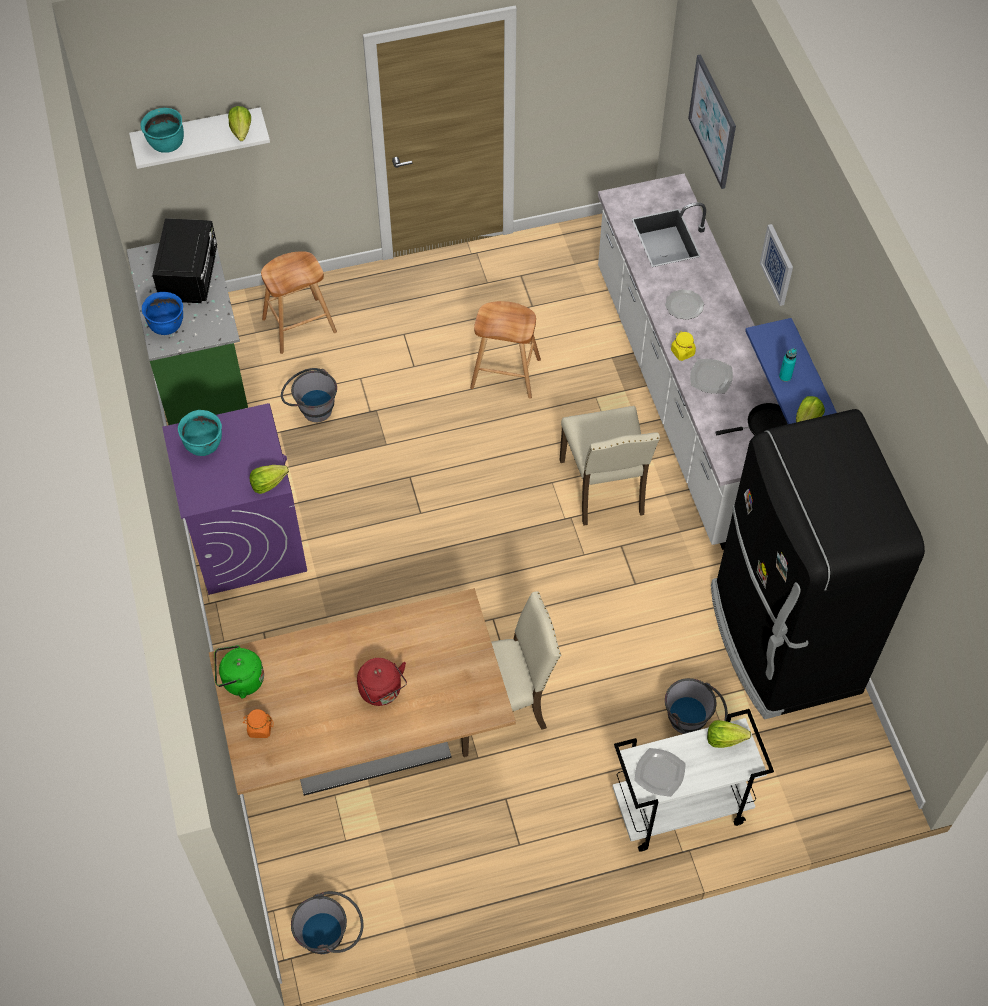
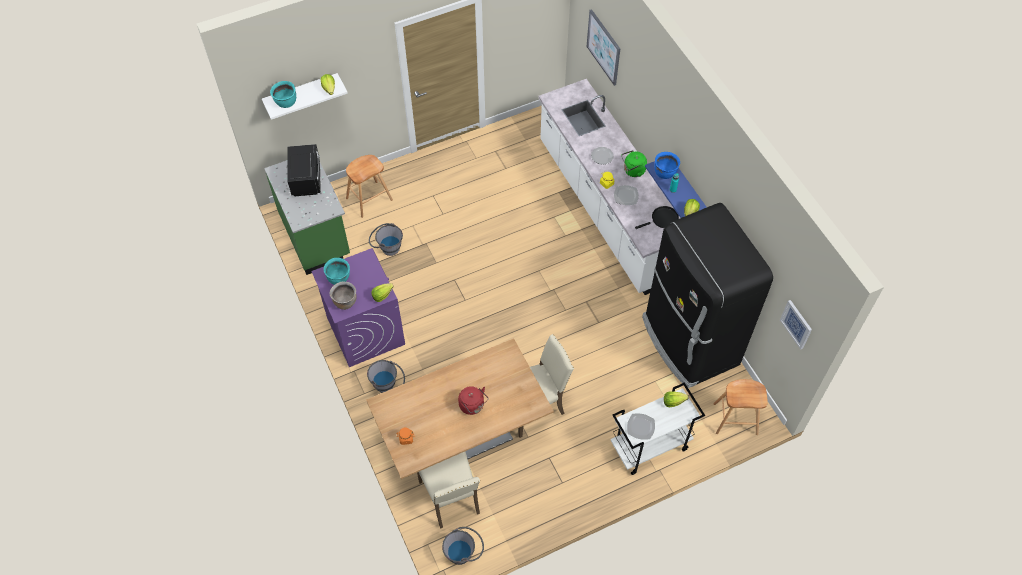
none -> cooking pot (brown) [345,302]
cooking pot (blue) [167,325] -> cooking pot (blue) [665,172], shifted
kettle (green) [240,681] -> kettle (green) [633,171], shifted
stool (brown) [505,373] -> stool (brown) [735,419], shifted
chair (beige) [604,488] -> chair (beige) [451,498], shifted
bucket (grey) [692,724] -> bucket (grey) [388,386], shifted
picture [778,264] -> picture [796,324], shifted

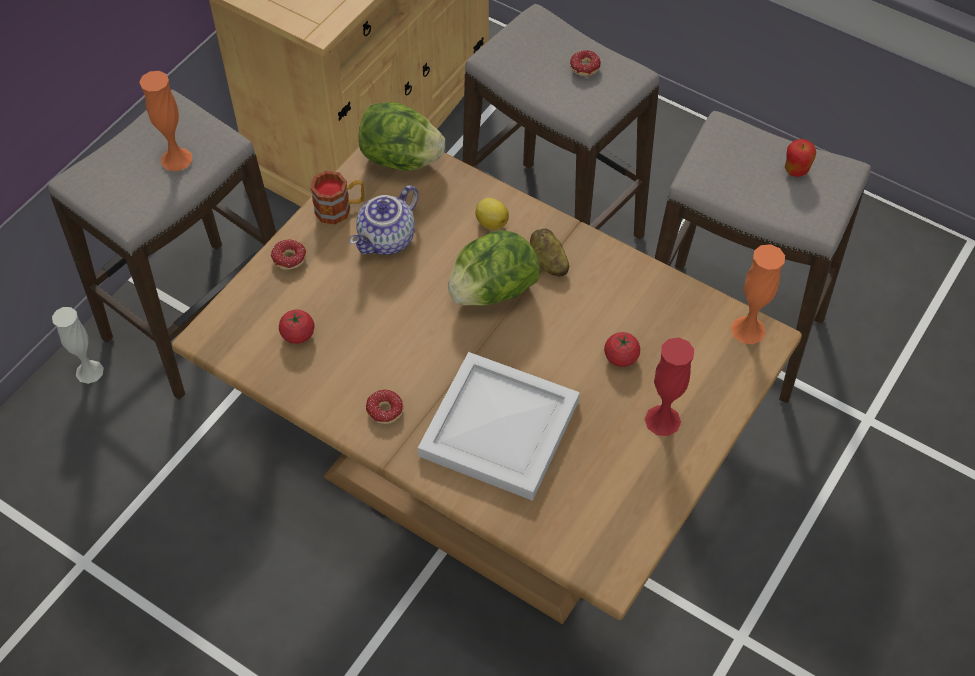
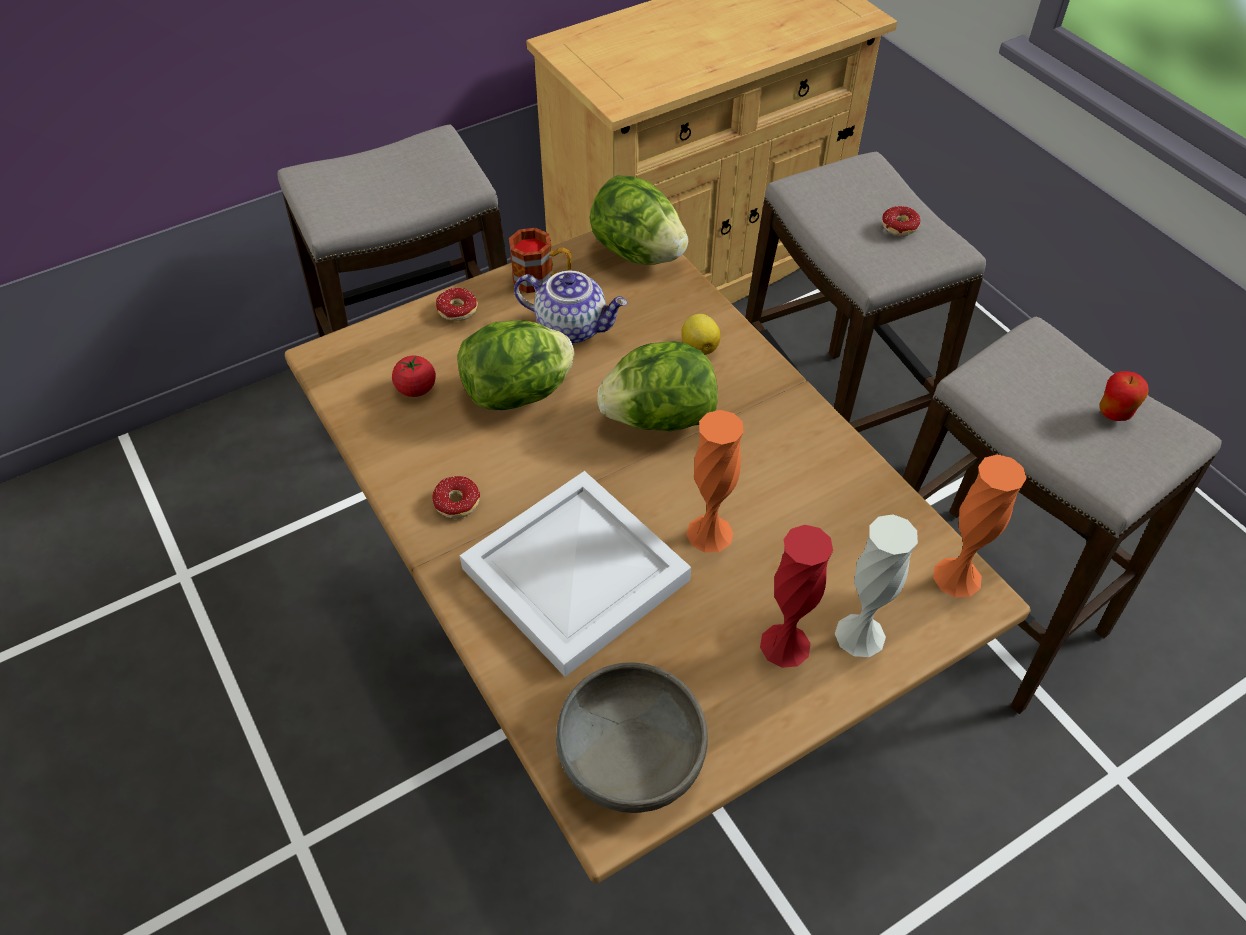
potato [548,262] -> none
tomato [621,357] -> none
none -> lettuce [519,393]
none -> bowl (grey) [631,756]
vase (white) [89,371] -> vase (white) [860,635], shifted
vase (orange) [176,159] -> vase (orange) [709,533], shifted
teapot [387,240] -> teapot [572,327], 135 degrees counterclockwise

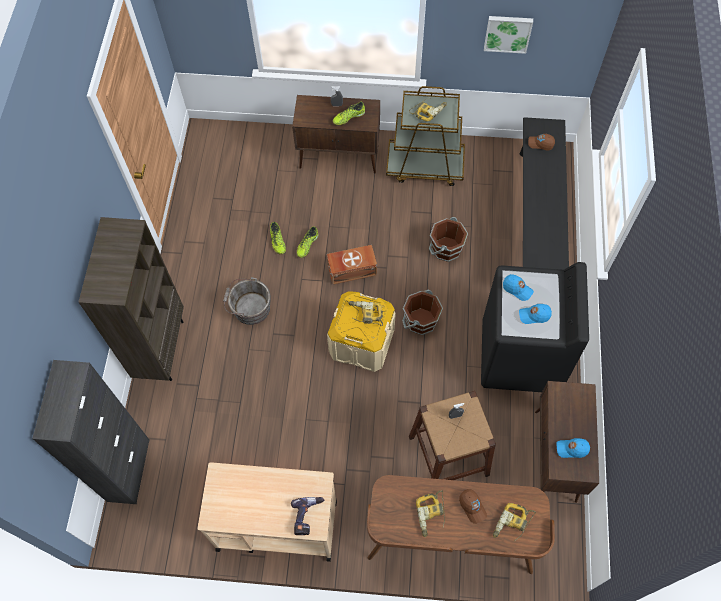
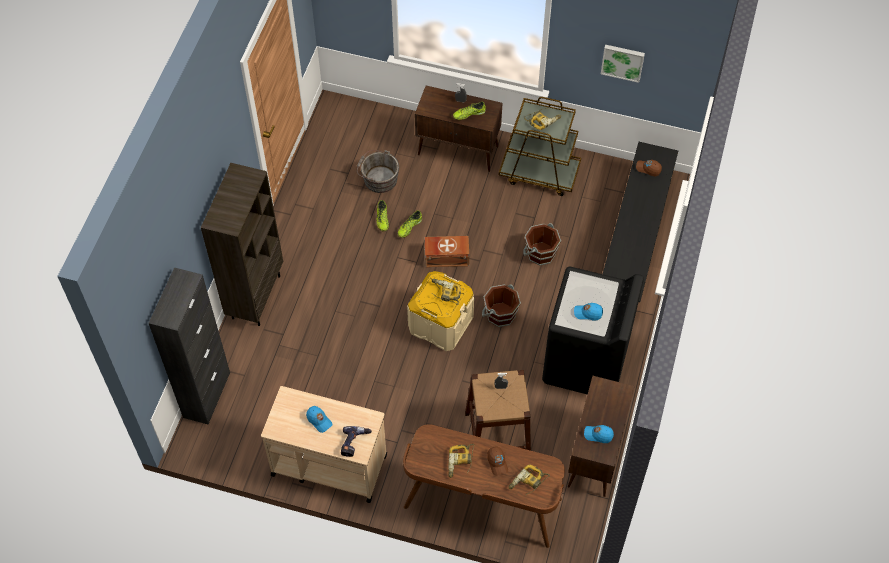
bucket (grey) [249,308] -> bucket (grey) [378,179], shifted
cap (blue) [517,289] -> cap (blue) [319,420], shifted

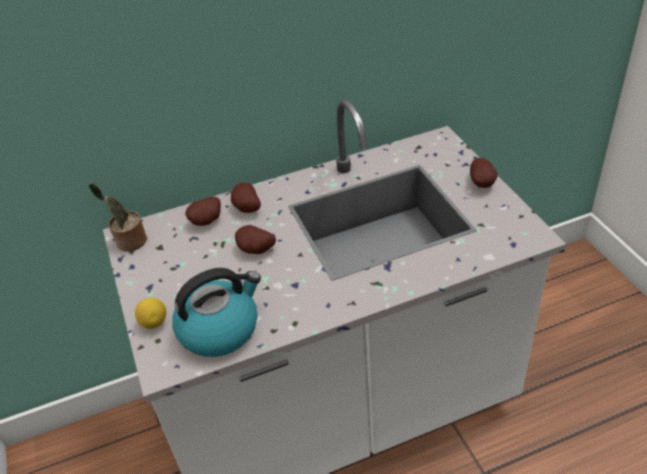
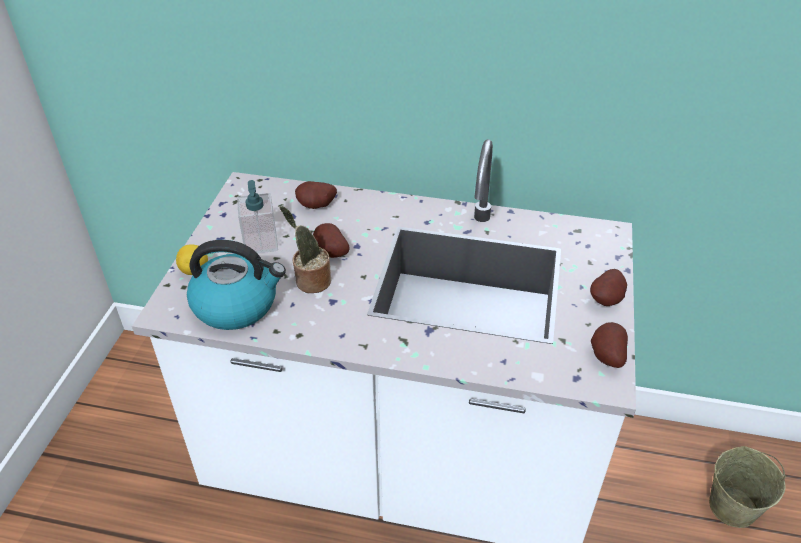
none -> soap dispenser [261,243]
none -> bucket (beige) [732,506]
potted plant [129,242] -> potted plant [310,281], shifted
potato [246,208] -> potato [605,356], shifted

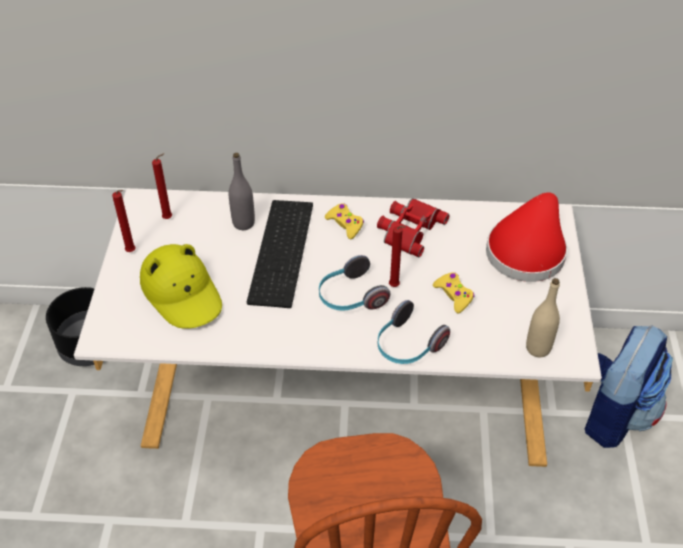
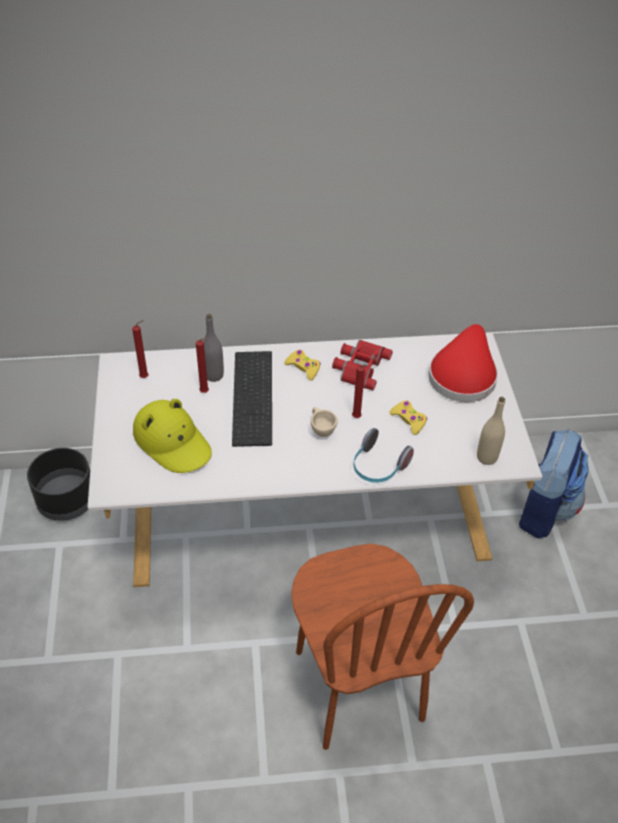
candle (red) [132,252] -> candle (red) [205,392], shifted
headphones [350,297] -> cup (beige) [321,430]

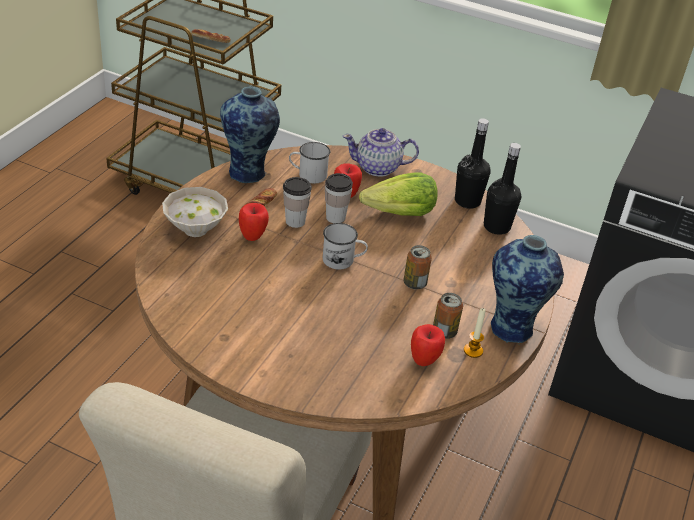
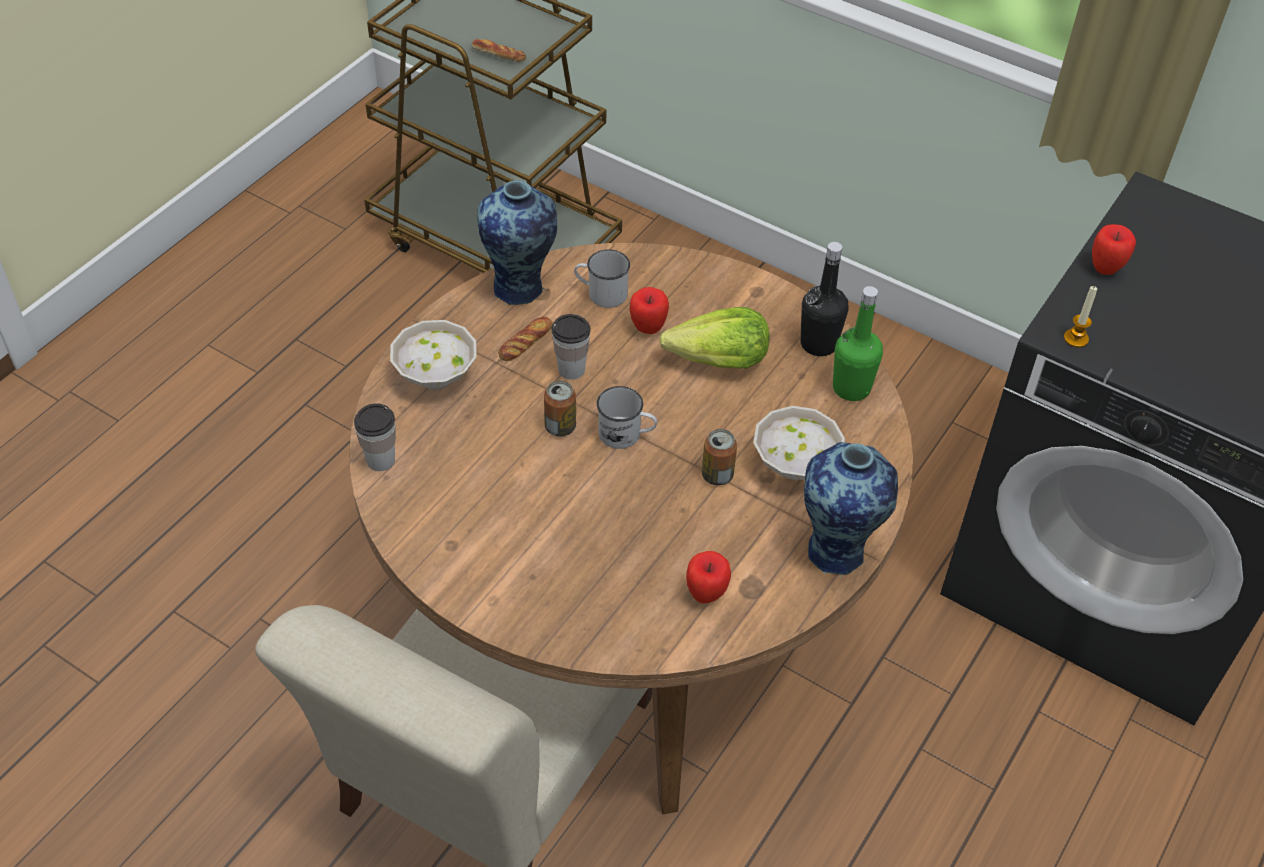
teapot [378,168] -> none
none -> bowl (white) [793,468]
apple [253,237] -> apple [1105,269], shifted
cup [335,217] -> cup [381,460], shifted
can [444,332] -> can [560,427], shifted
candle [473,350] -> candle [1076,338], shifted
bottle (black) [496,227] -> bottle (green) [851,388]

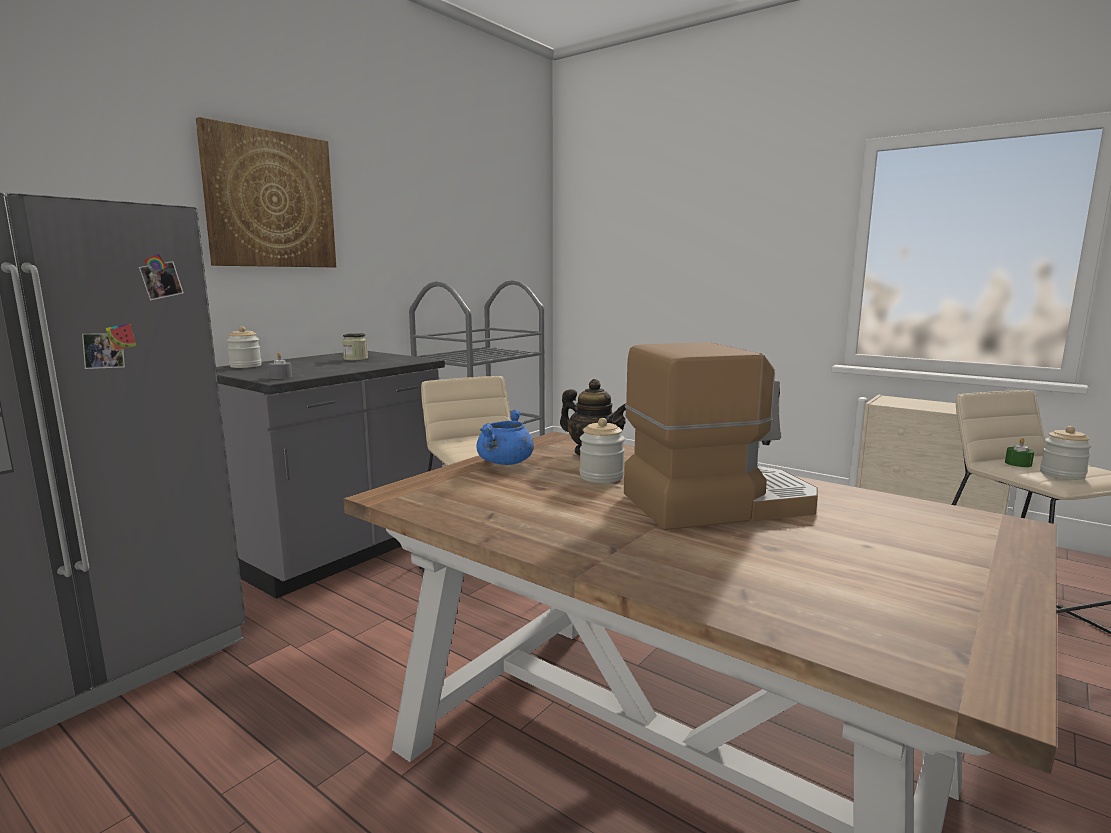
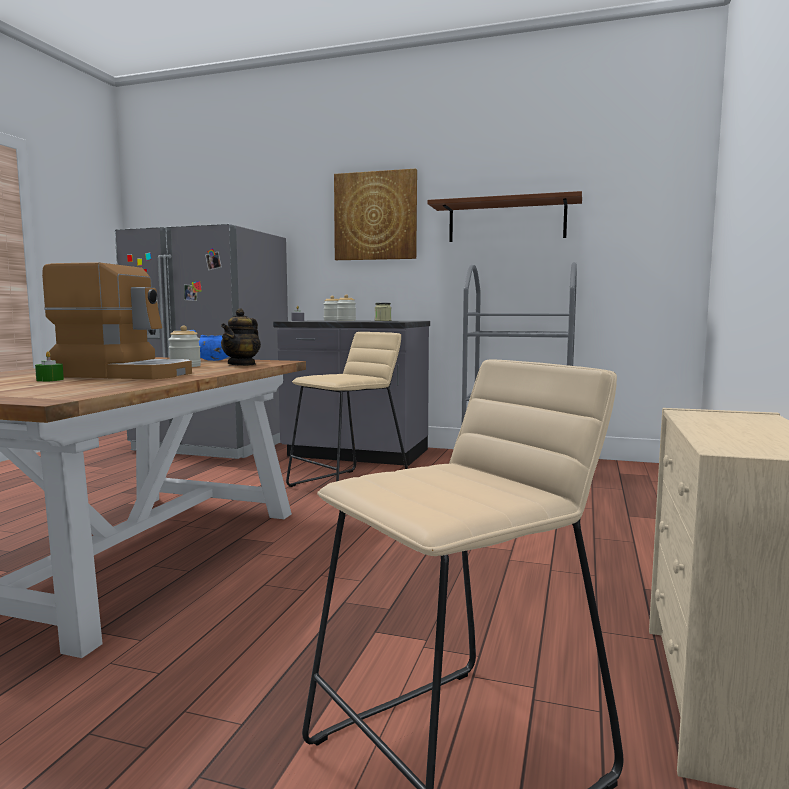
none -> shelf (brown) [506,221]
candle (green) [1018,463] -> candle (green) [50,380], shifted
jar [1062,474] -> jar [346,320], shifted
coffee machine [717,503] -> coffee machine [125,374], 45 degrees counterclockwise

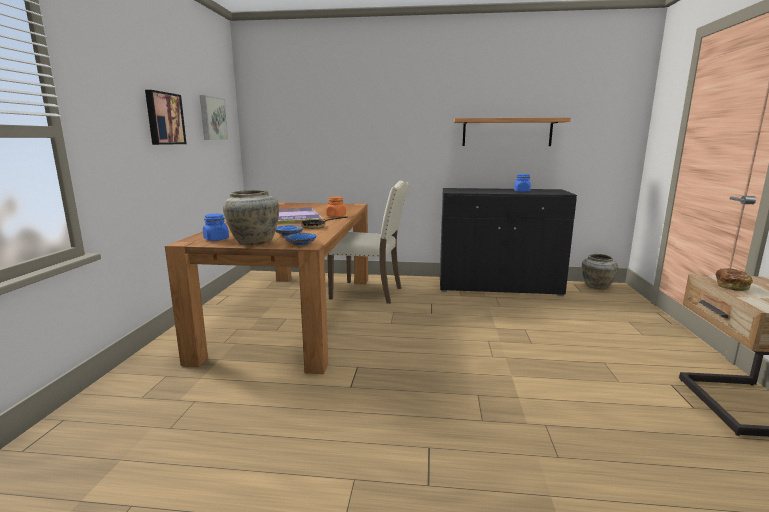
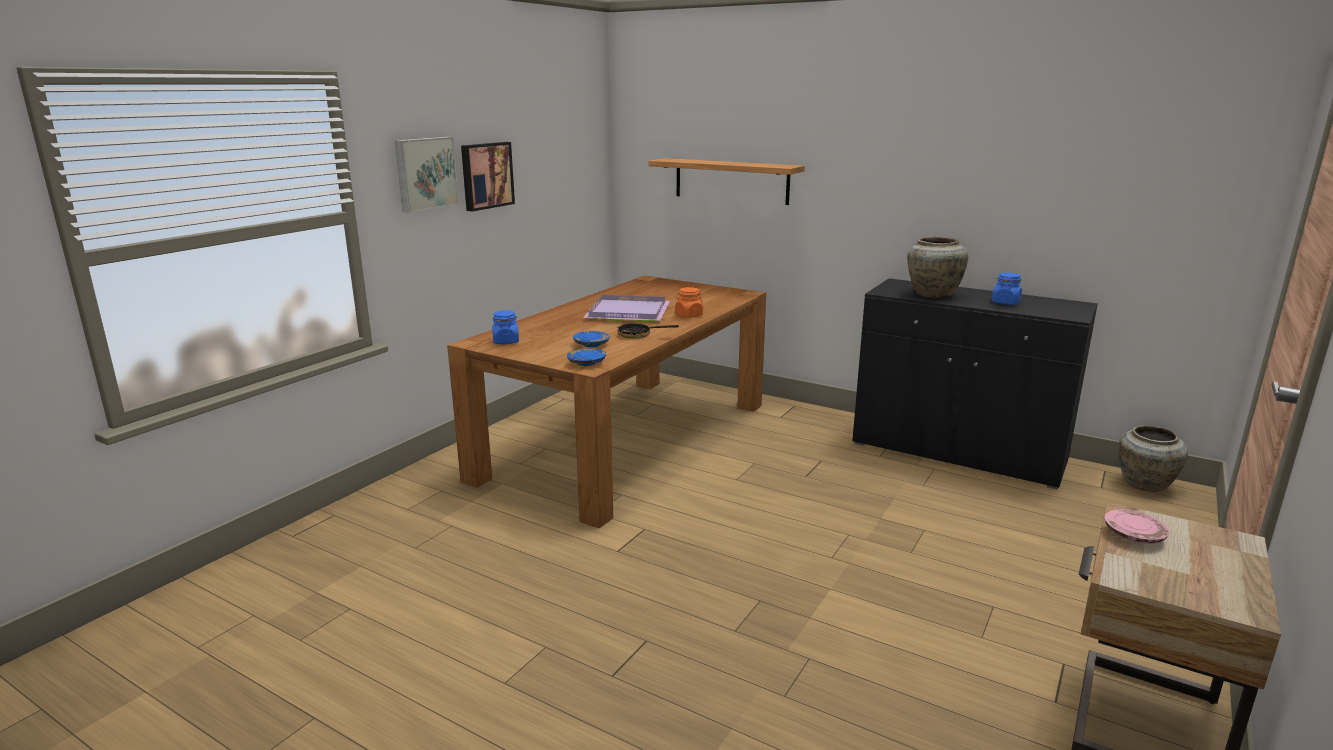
chair (beige) [369,293] -> none
picture [212,118] -> picture [425,173], shifted
vase (beige) [253,242] -> vase (beige) [932,294], shifted
shelf [507,132] -> shelf [731,181], shifted
bread [731,286] -> plate (pink) [1134,535]

